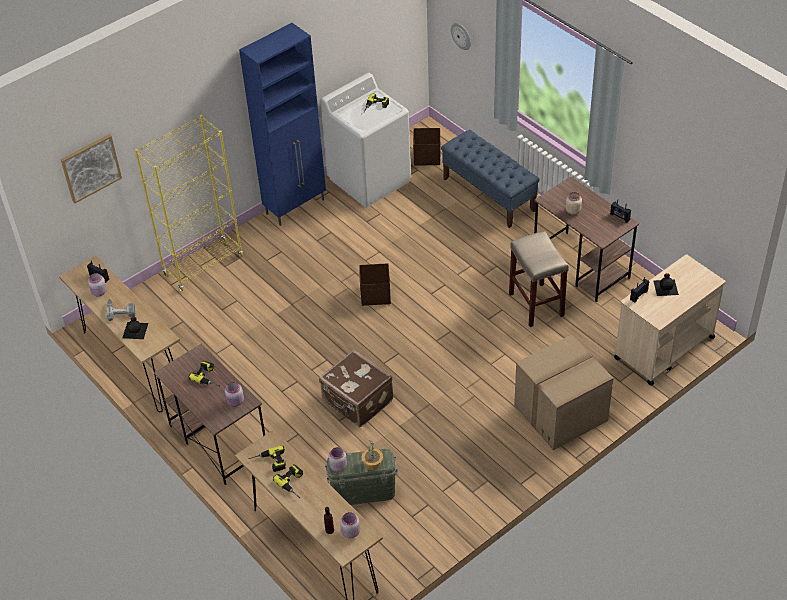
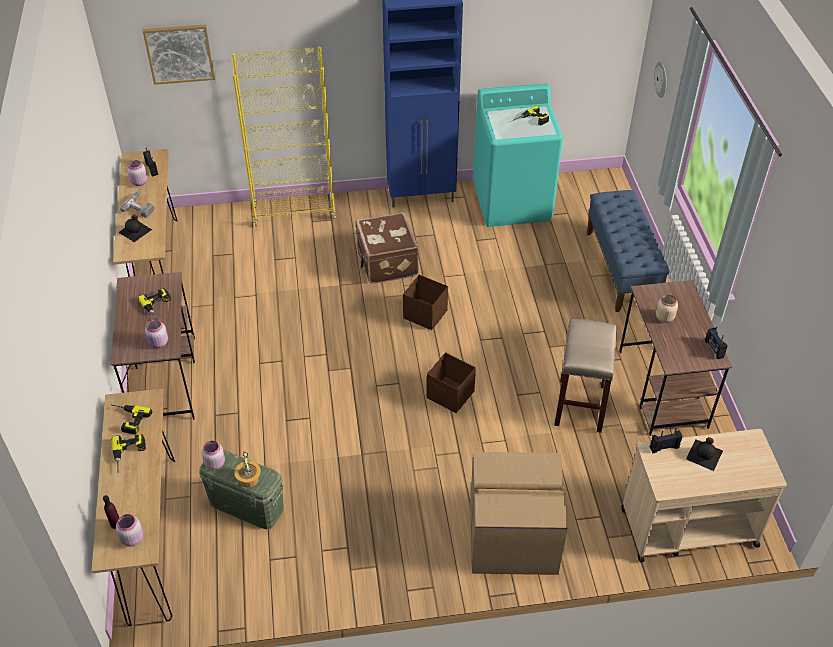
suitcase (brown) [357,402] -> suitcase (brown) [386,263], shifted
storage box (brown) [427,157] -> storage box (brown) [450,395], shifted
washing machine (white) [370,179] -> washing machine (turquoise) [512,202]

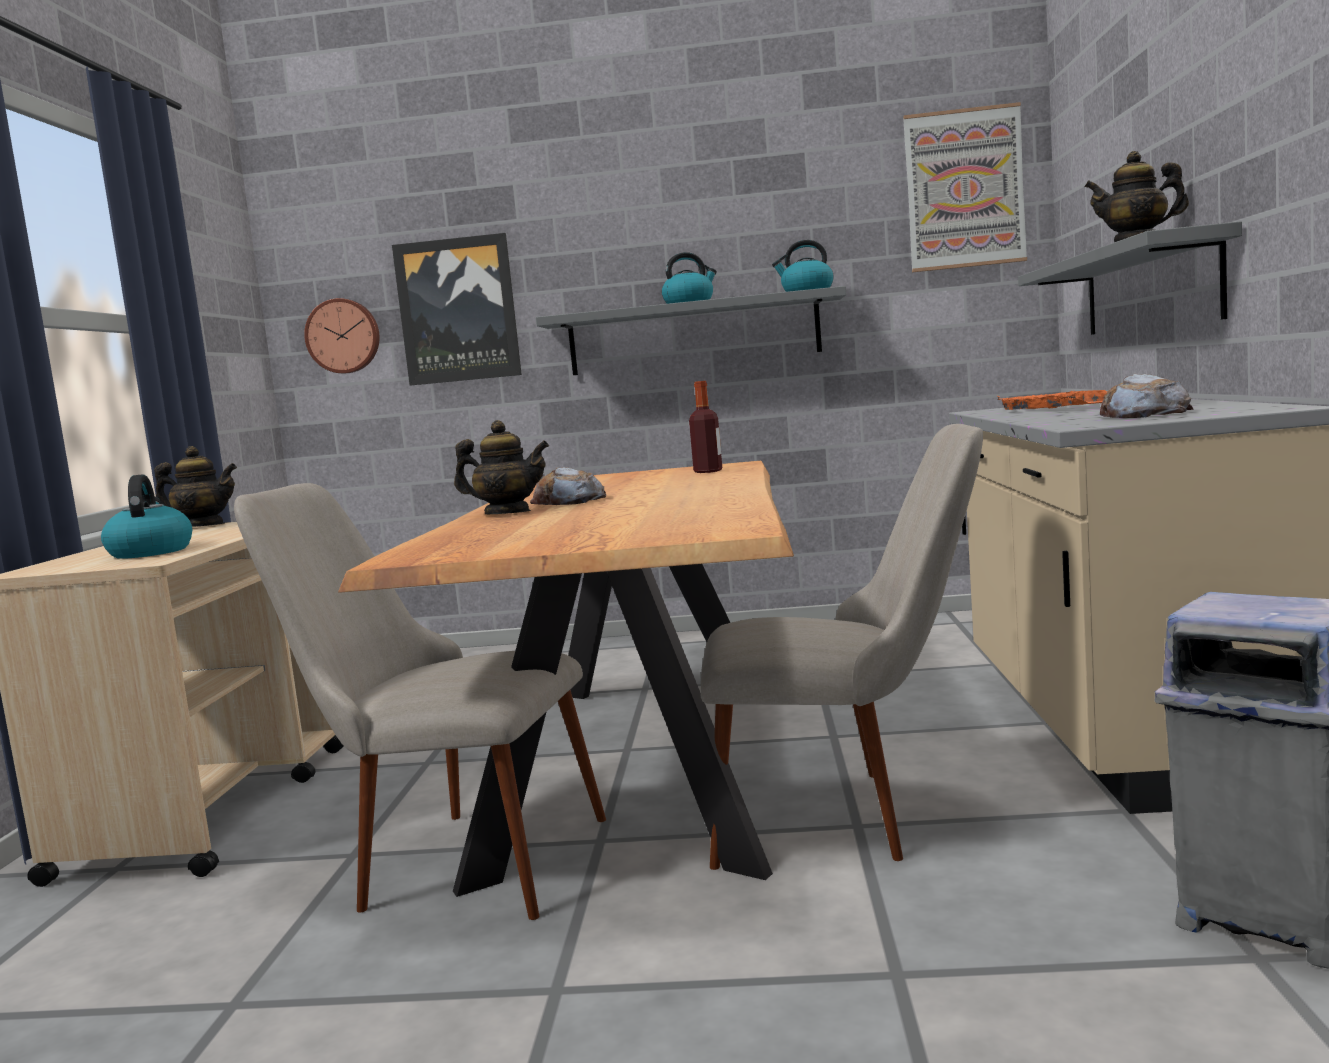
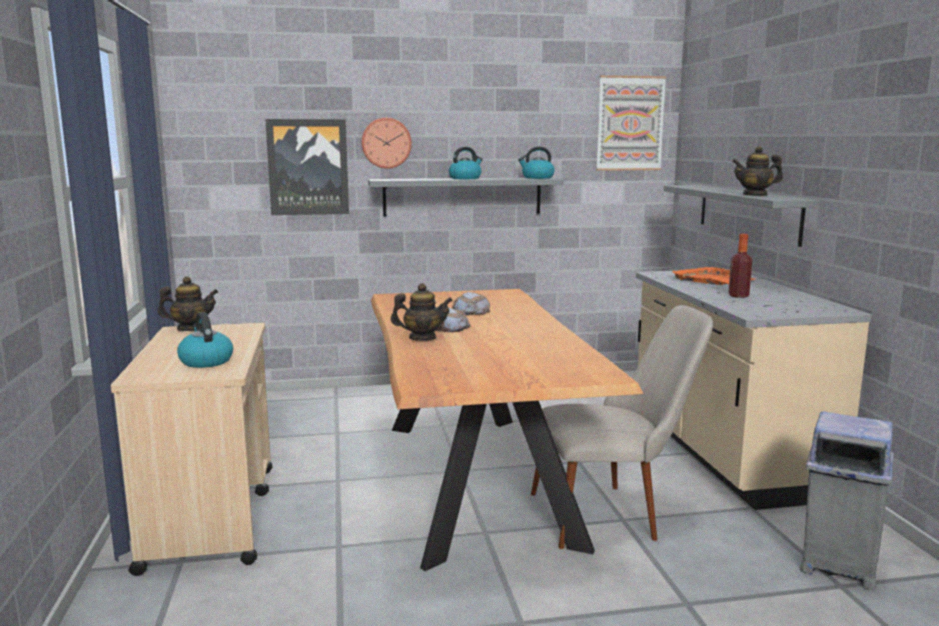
chair (beige) [448,860] -> none
wall clock [343,336] -> wall clock [386,143], shifted
bottle [708,471] -> bottle [738,296], shifted
bread [1144,415] -> bread [470,311], shifted

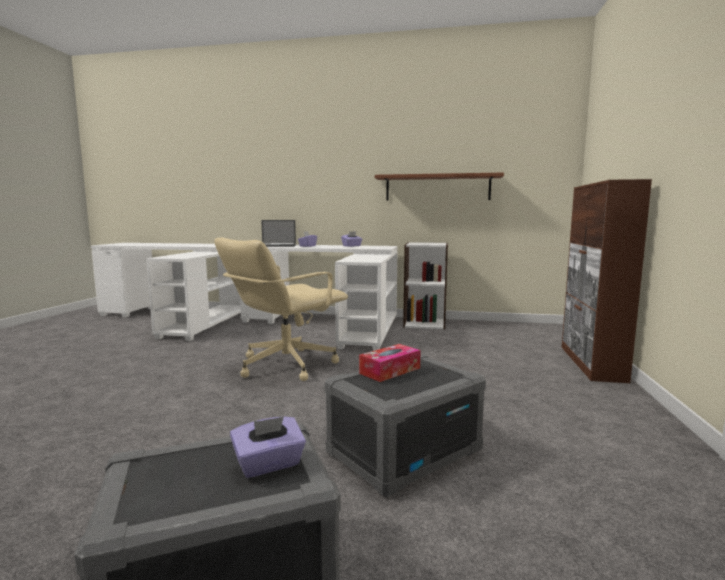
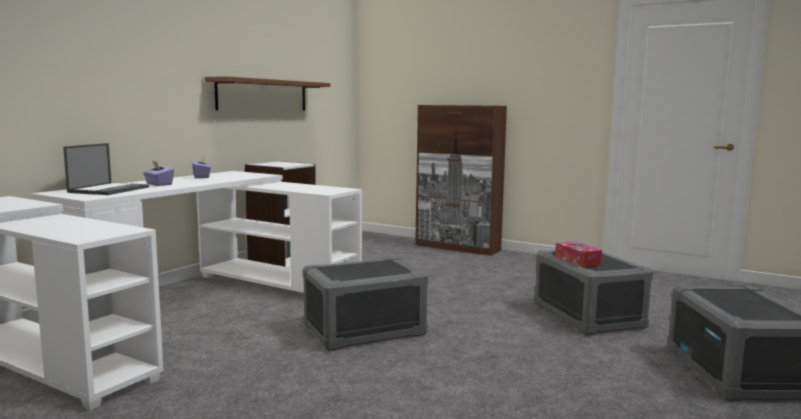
tissue box (purple) [269,464] -> none
office chair (beige) [285,365] -> storage box (grey) [364,331]

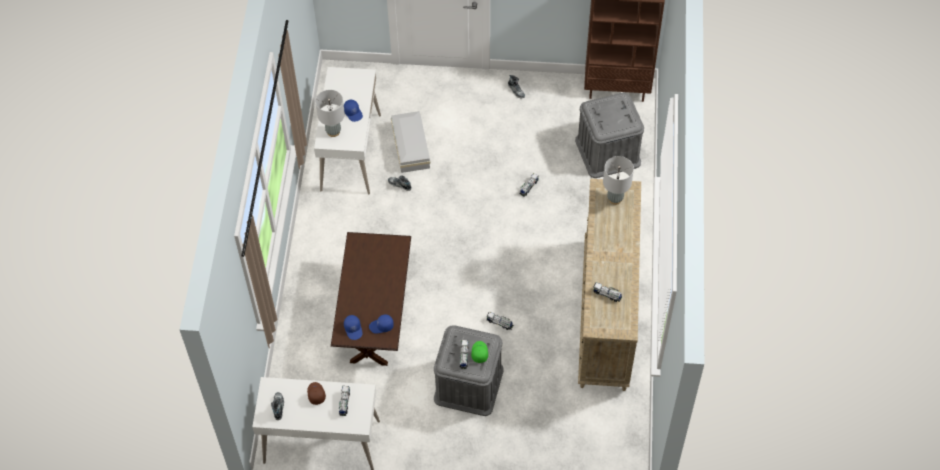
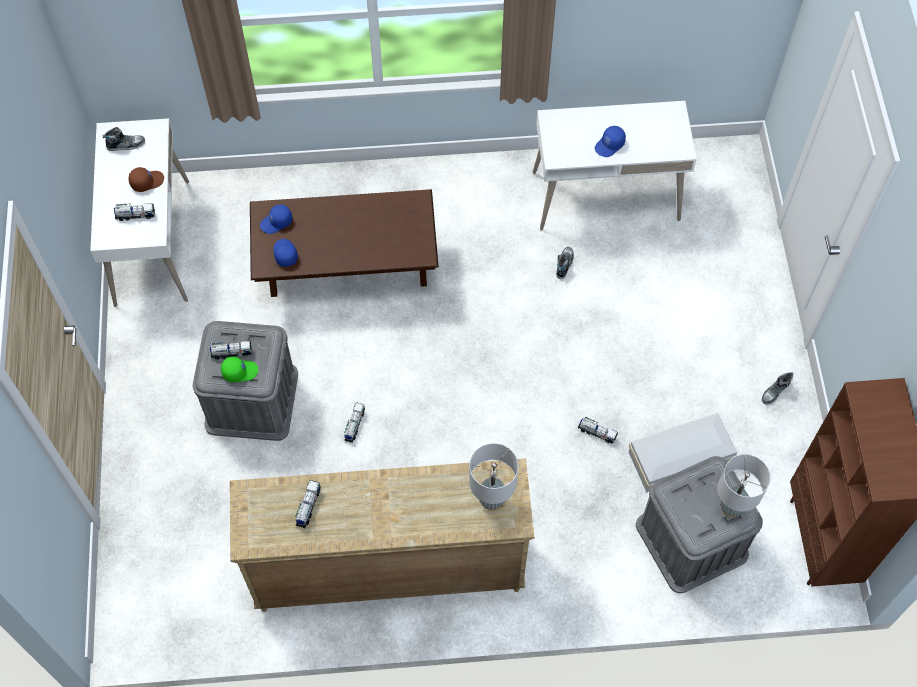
table lamp (grey) [333,132] -> table lamp (grey) [731,507], shifted
storage box (white) [411,145] -> storage box (white) [682,458], shifted

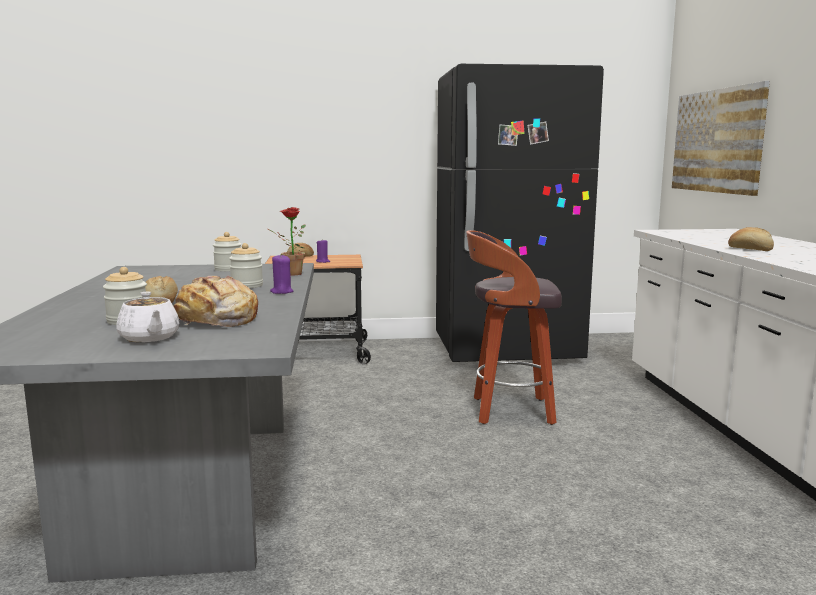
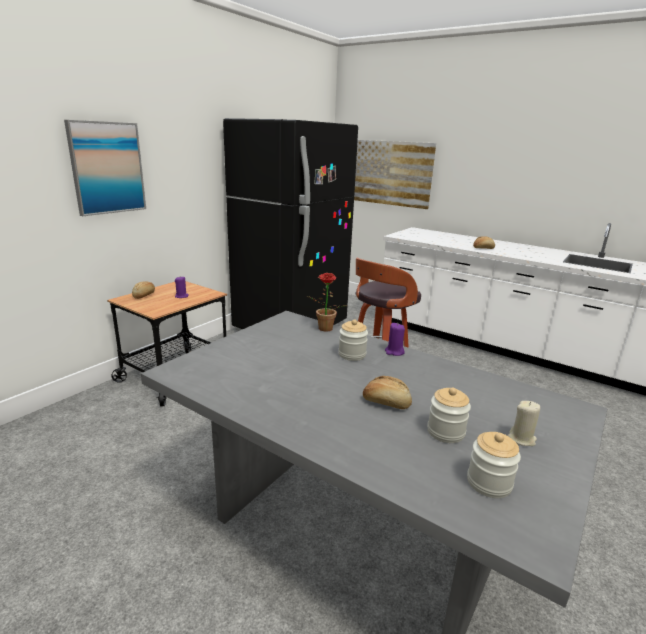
bread [216,320] -> none
none -> picture [107,168]
jar [228,269] -> jar [489,483], shifted
teapot (white) [149,338] -> candle (beige) [522,439]

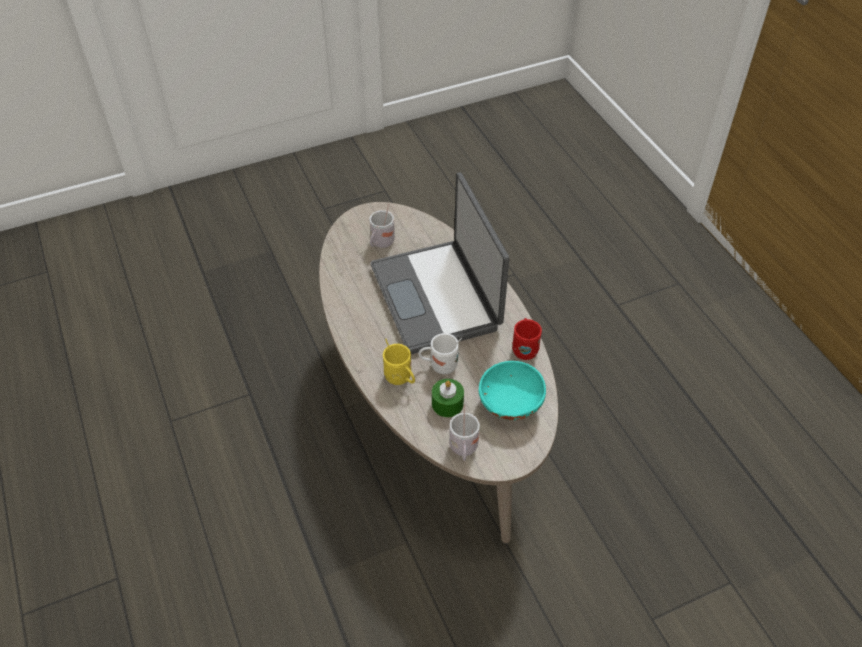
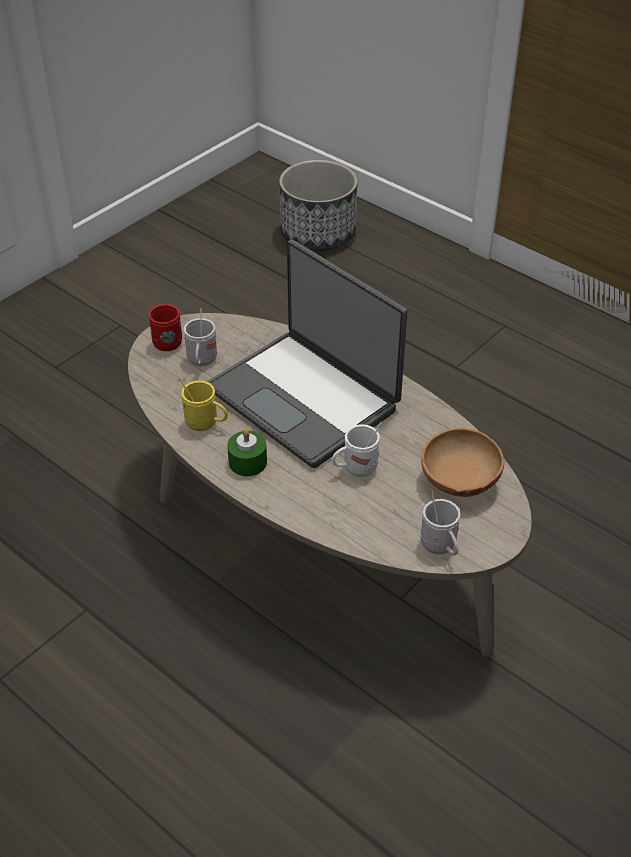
none -> planter [318,233]
mug (yellow) [400,379] -> mug (yellow) [206,424], shifted
candle (green) [447,404] -> candle (green) [247,462], shifted
mug (red) [524,348] -> mug (red) [166,341], shifted
bowl (turquoise) [509,404] -> bowl (brown) [458,482]

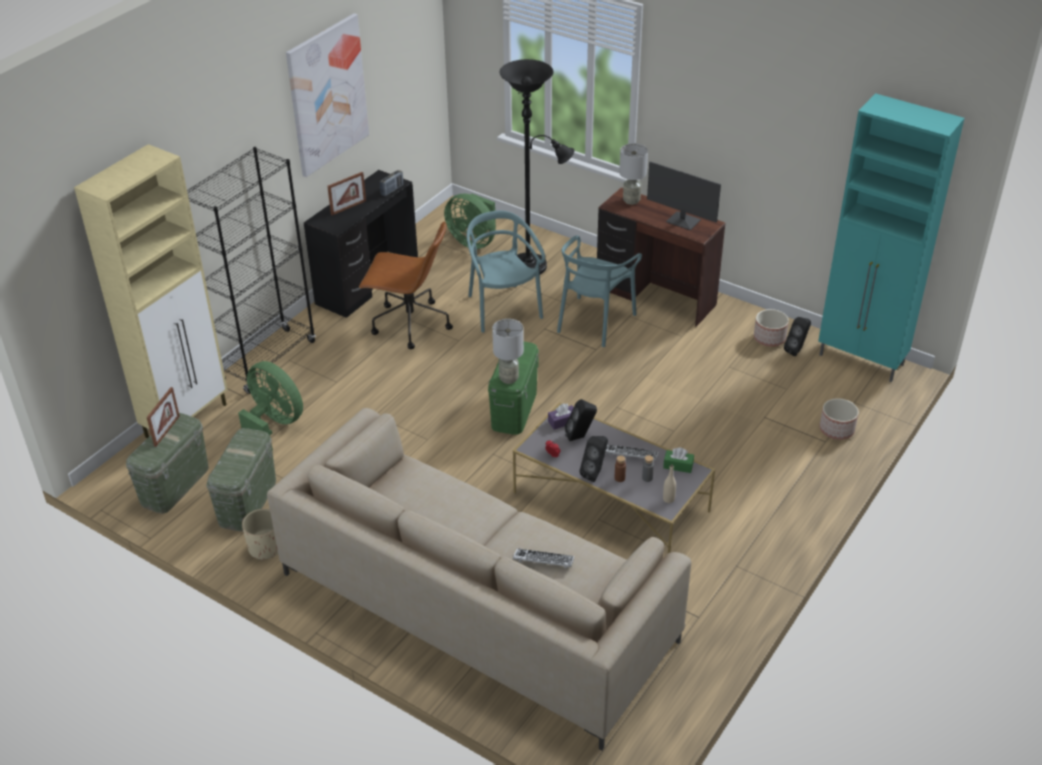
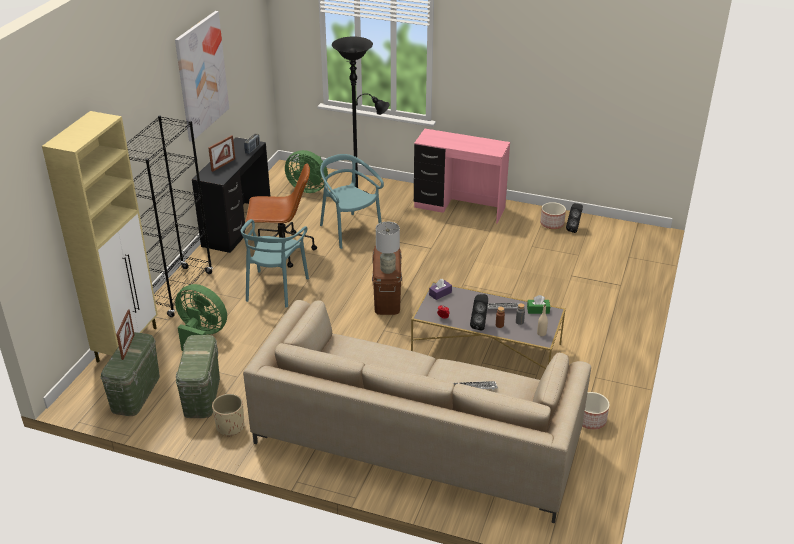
speaker (black) [580,437] -> none
table lamp (grey) [631,201] -> none
monitor [683,221] -> none
cabinet (turquoise) [862,360] -> none
chair (turquoise) [594,322] -> chair (turquoise) [275,288], shifted
planter [837,430] -> planter [591,420], shifted
storage box (green) [514,409] -> storage box (brown) [387,297]
desk (brown) [655,297] -> desk (pink) [459,208]

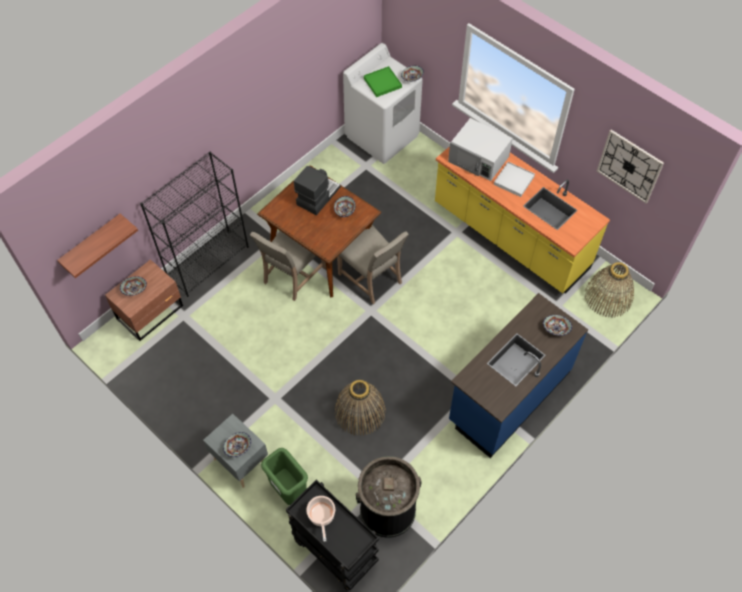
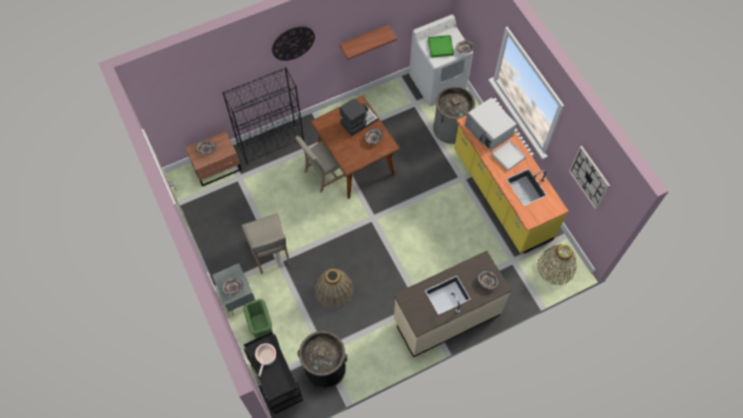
none -> wall clock [293,43]
none -> trash can (grey) [451,128]
shelf [92,243] -> shelf [364,39], shifted
chair (beige) [372,278] -> chair (beige) [270,253], shifted
counter (blue) [508,396] -> counter (beige) [446,317]

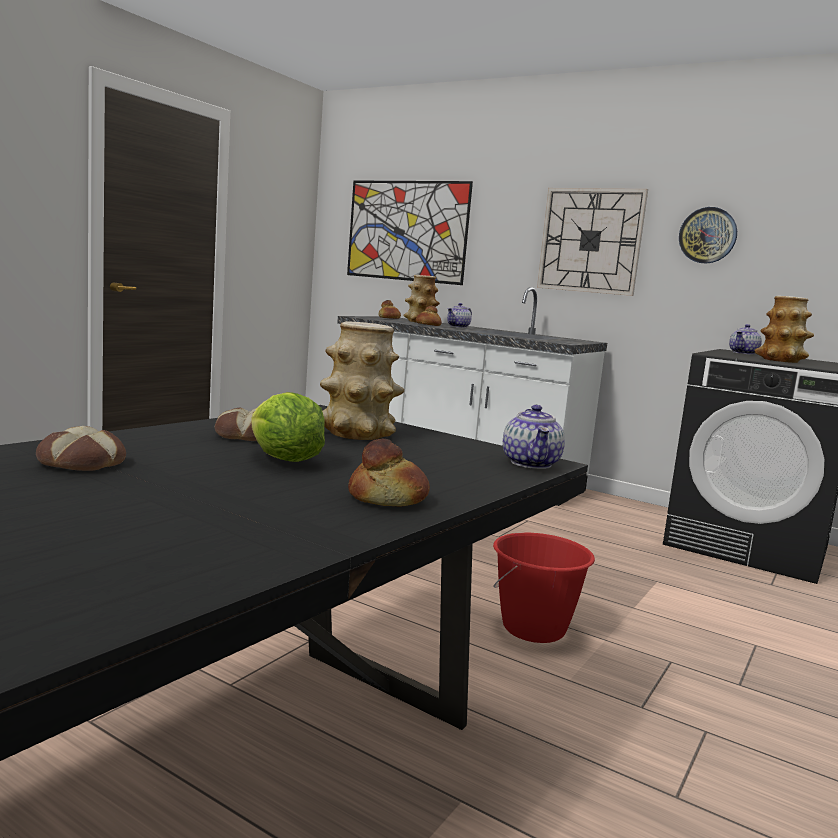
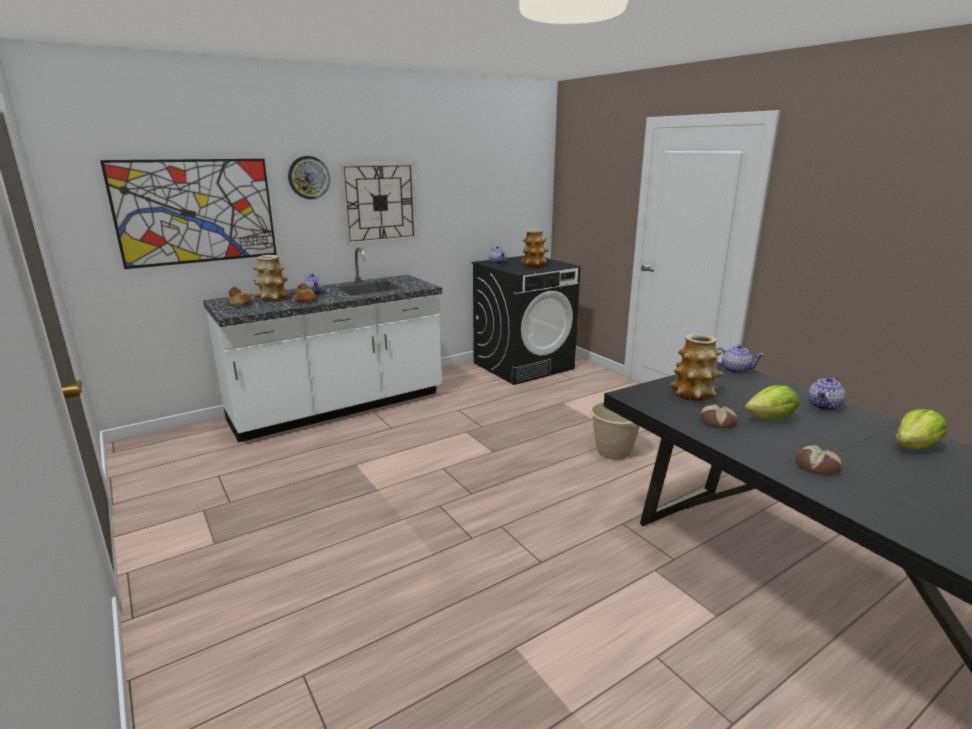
none -> lettuce [915,447]
wall clock [707,235] -> wall clock [309,177], shifted
bread [388,499] -> teapot [824,406]
bucket (red) [534,629] -> bucket (beige) [614,451]

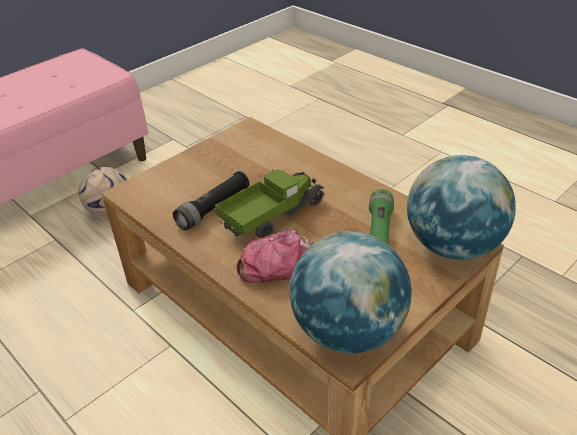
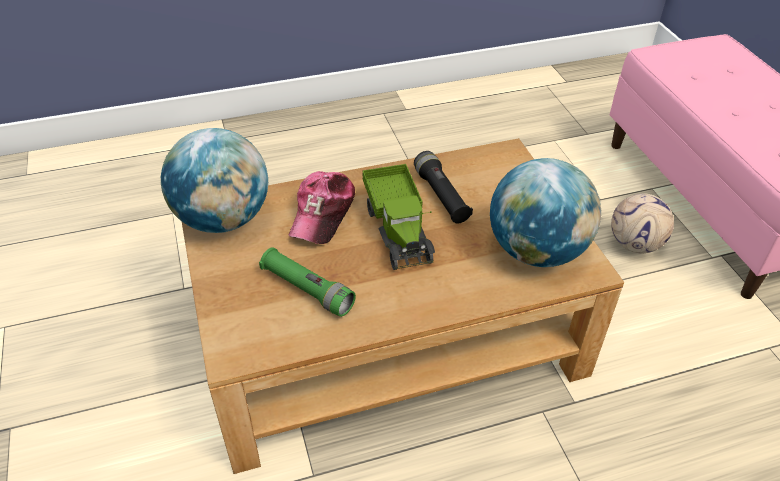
globe [453,246] -> globe [536,251], shifted

